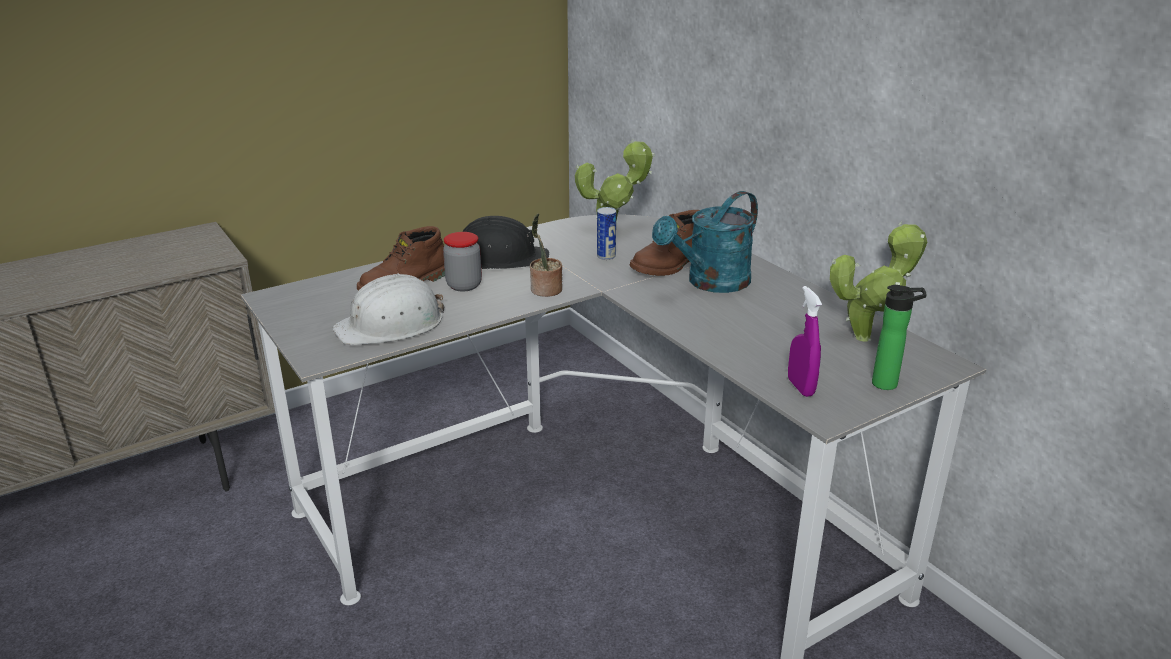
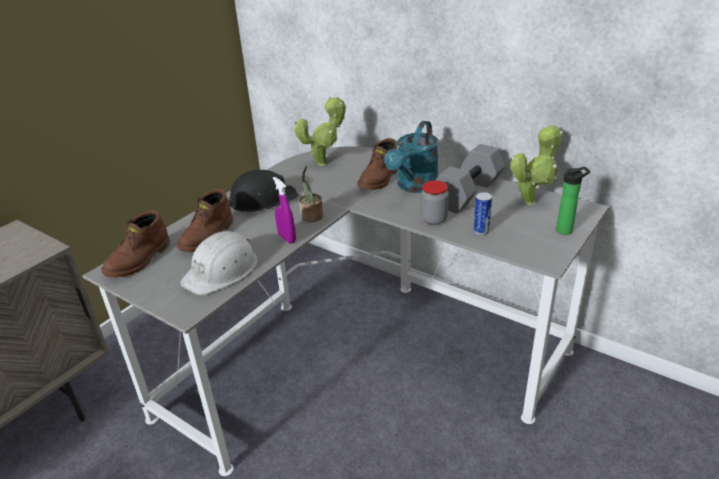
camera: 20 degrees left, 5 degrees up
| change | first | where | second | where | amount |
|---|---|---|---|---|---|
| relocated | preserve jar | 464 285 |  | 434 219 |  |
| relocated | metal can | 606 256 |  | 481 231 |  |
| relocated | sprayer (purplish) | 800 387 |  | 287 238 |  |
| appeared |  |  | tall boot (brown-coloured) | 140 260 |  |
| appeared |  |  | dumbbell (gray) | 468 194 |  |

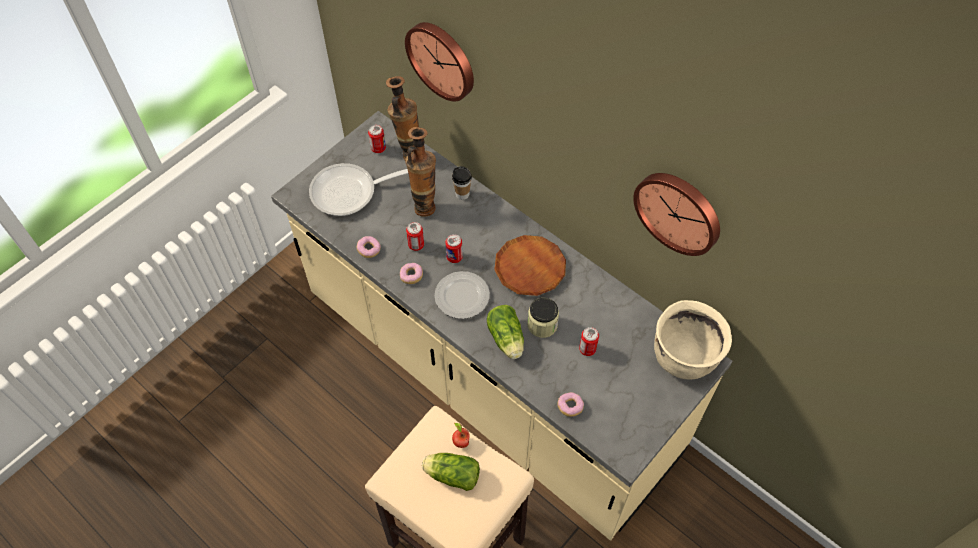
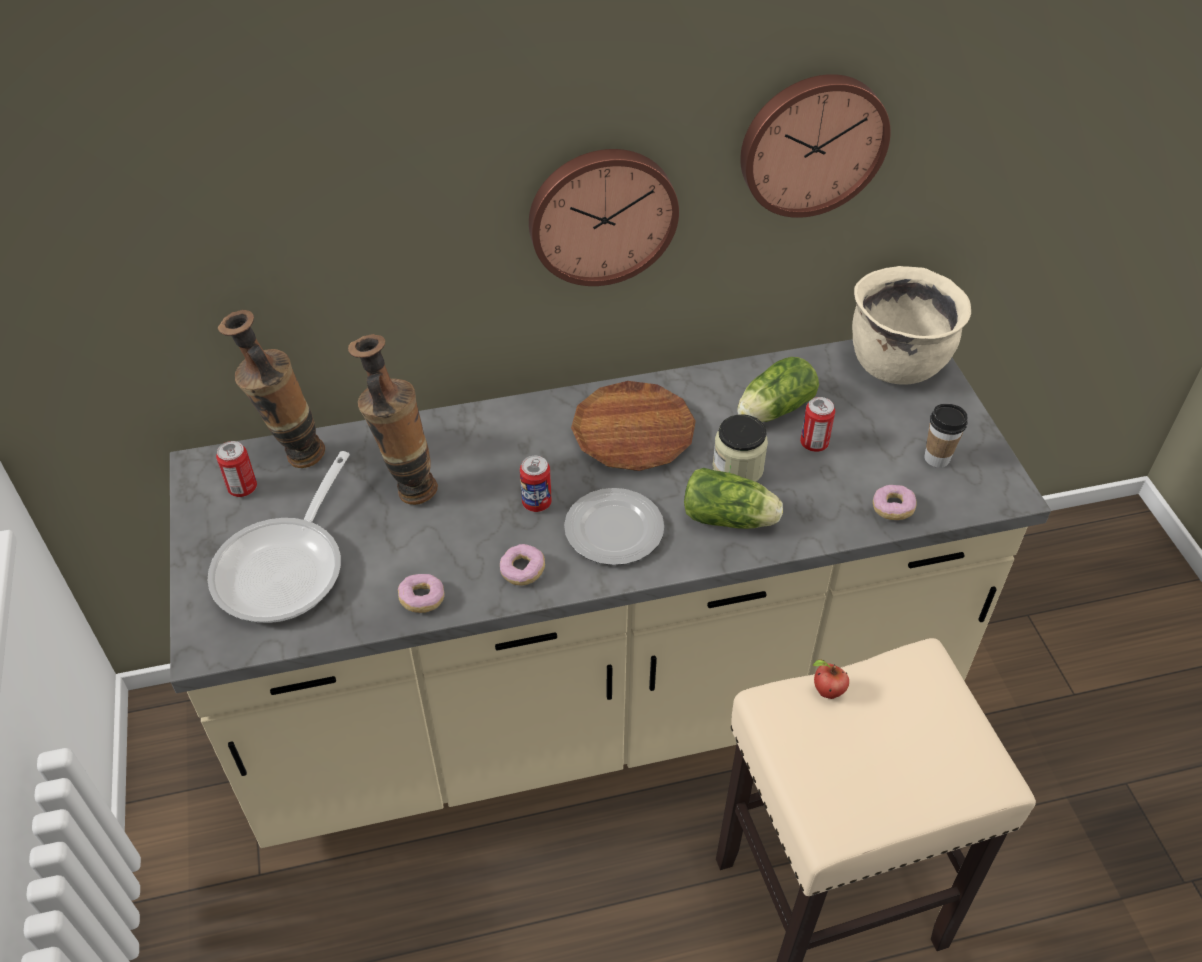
camera: 55 degrees left, 10 degrees down
| change | first | where | second | where | amount |
|---|---|---|---|---|---|
| relocated | clock on the wall | 442 59 |  | 601 214 |  |
| missing | metal can | 416 245 |  |  |  |
| relocated | lettuce | 450 474 |  | 772 410 |  |
| relocated | small cup | 462 194 |  | 937 458 |  |

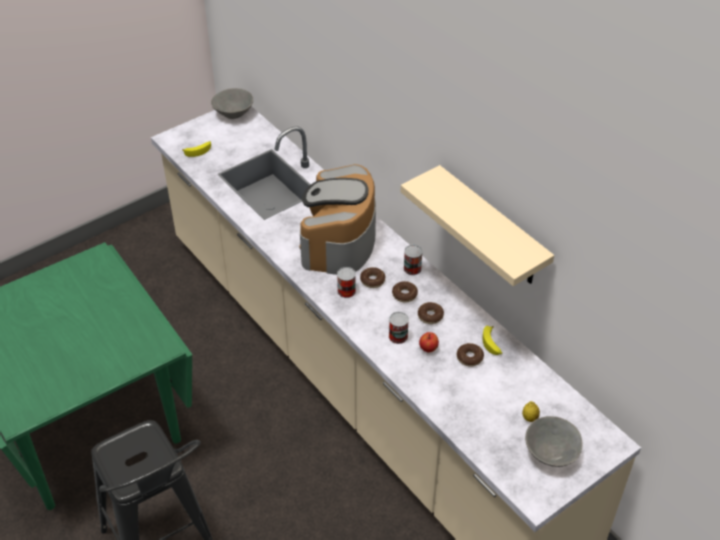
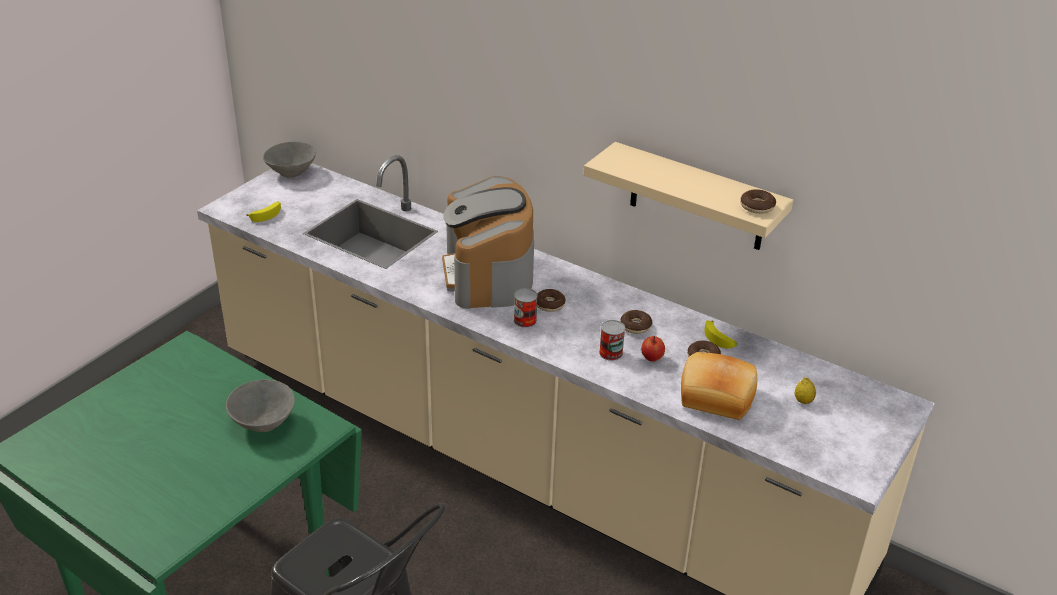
camera: 20 degrees left, 10 degrees down
| change | first | where | second | where | amount |
|---|---|---|---|---|---|
| relocated | doughnut | 404 295 |  | 757 207 |  |
| missing | metal can | 412 268 |  |  |  |
| relocated | bowl (gray) | 550 454 |  | 263 424 |  |
| appeared |  |  | bread | 716 398 |  |

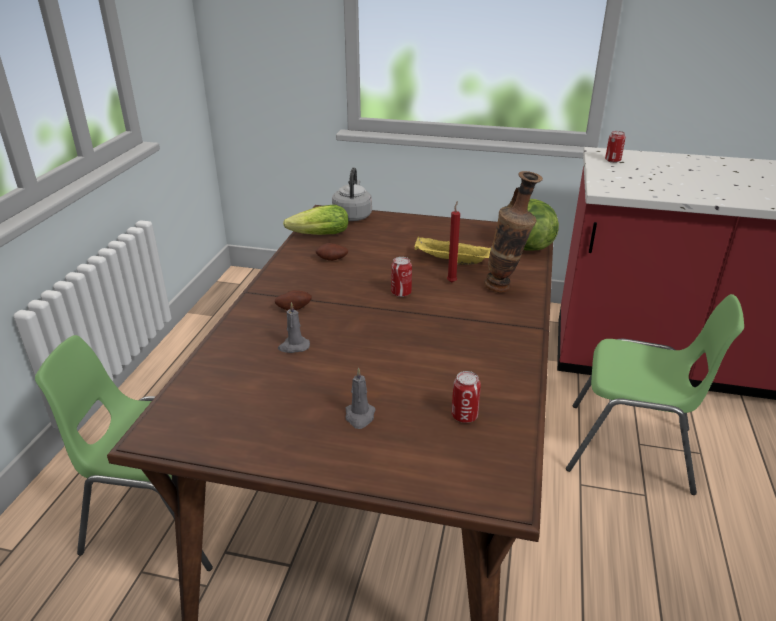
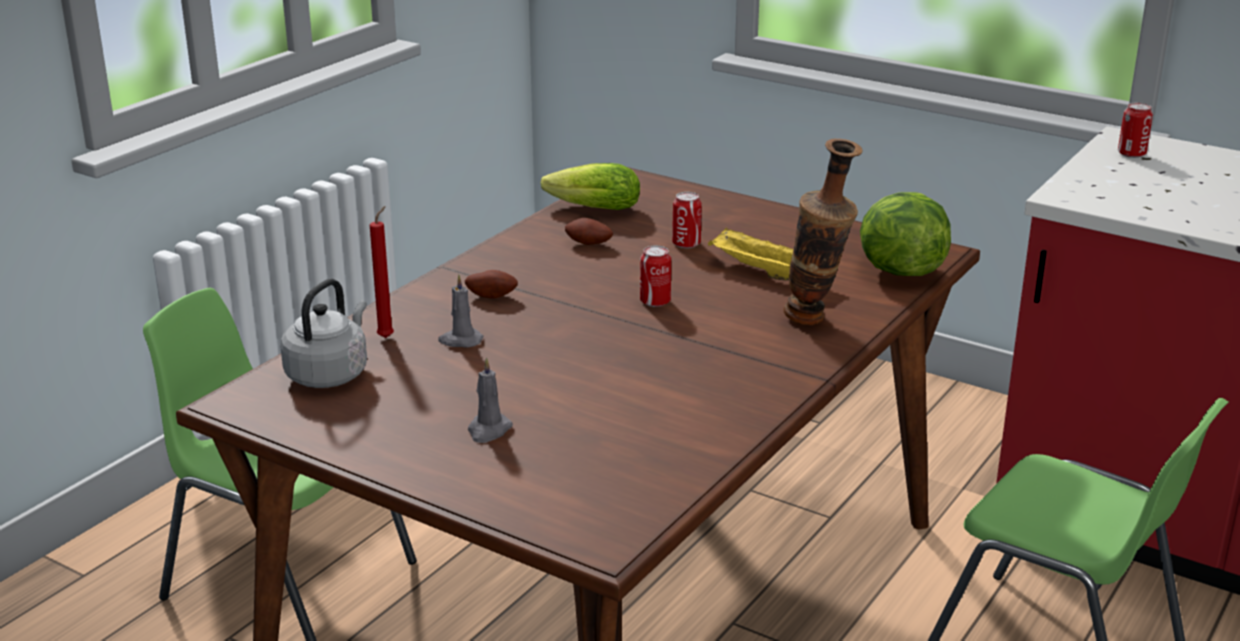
camera: 20 degrees right, 5 degrees down
| change | first | where | second | where | amount |
|---|---|---|---|---|---|
| relocated | tea kettle (gray) | 352 215 |  | 329 374 |  |
| relocated | candle (red-coloured) | 452 281 |  | 387 337 |  |
| relocated | metal can | 464 416 |  | 686 244 |  |

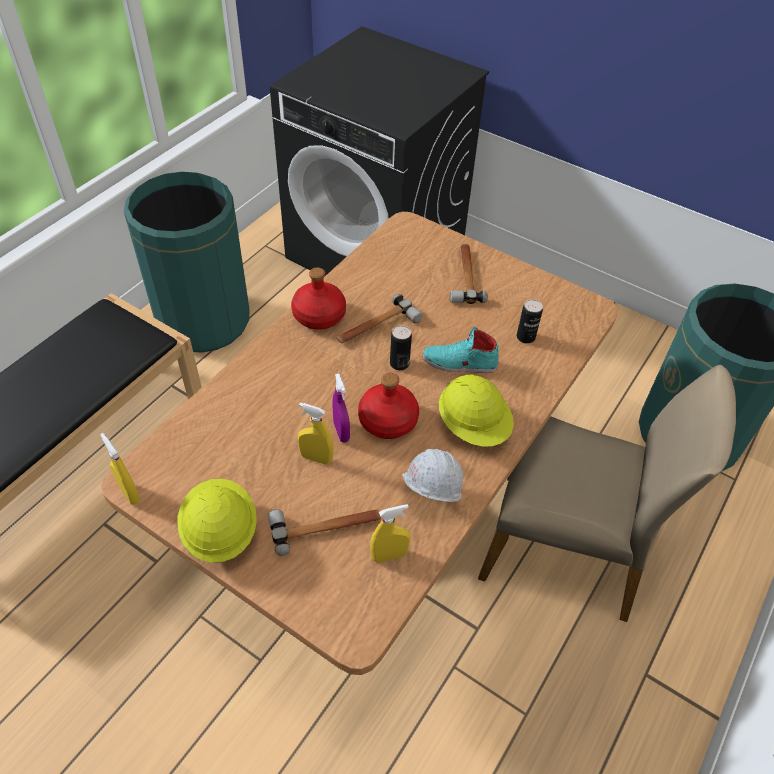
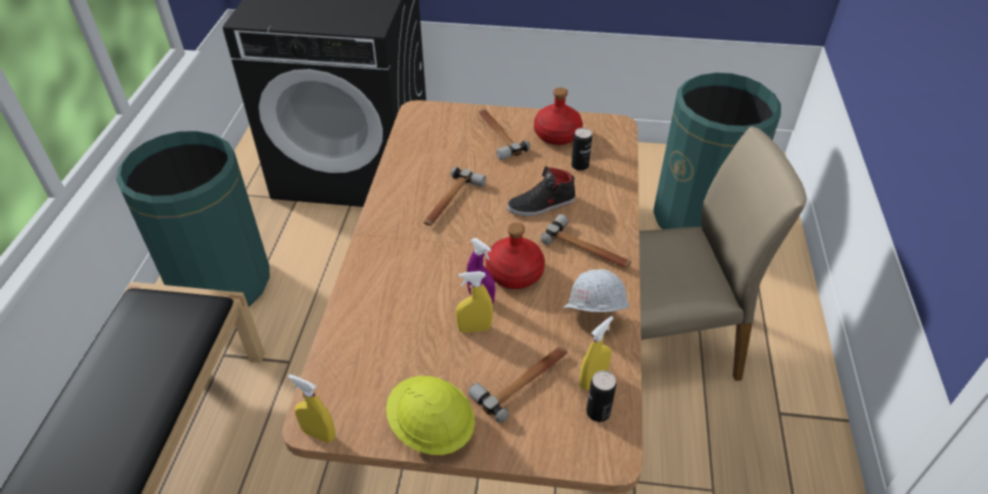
camera: 25 degrees left, 5 degrees down
| change | first | where | second | where | amount |
|---|---|---|---|---|---|
| relocated | beverage bottle (red-coloured) | 318 316 |  | 557 135 |  |
| relocated | metal can | 399 363 |  | 598 412 |  |
| colour | low shoe (turquoise) | 459 363 | low shoe (blackish) | 541 205 |  |
| exchanged | work helmet (yellow) | 473 426 | tool hammer | 587 249 |  |

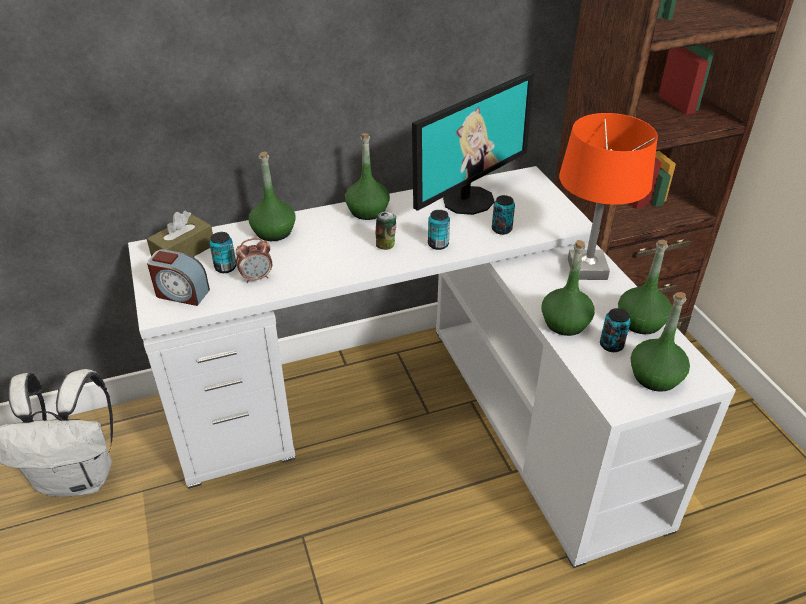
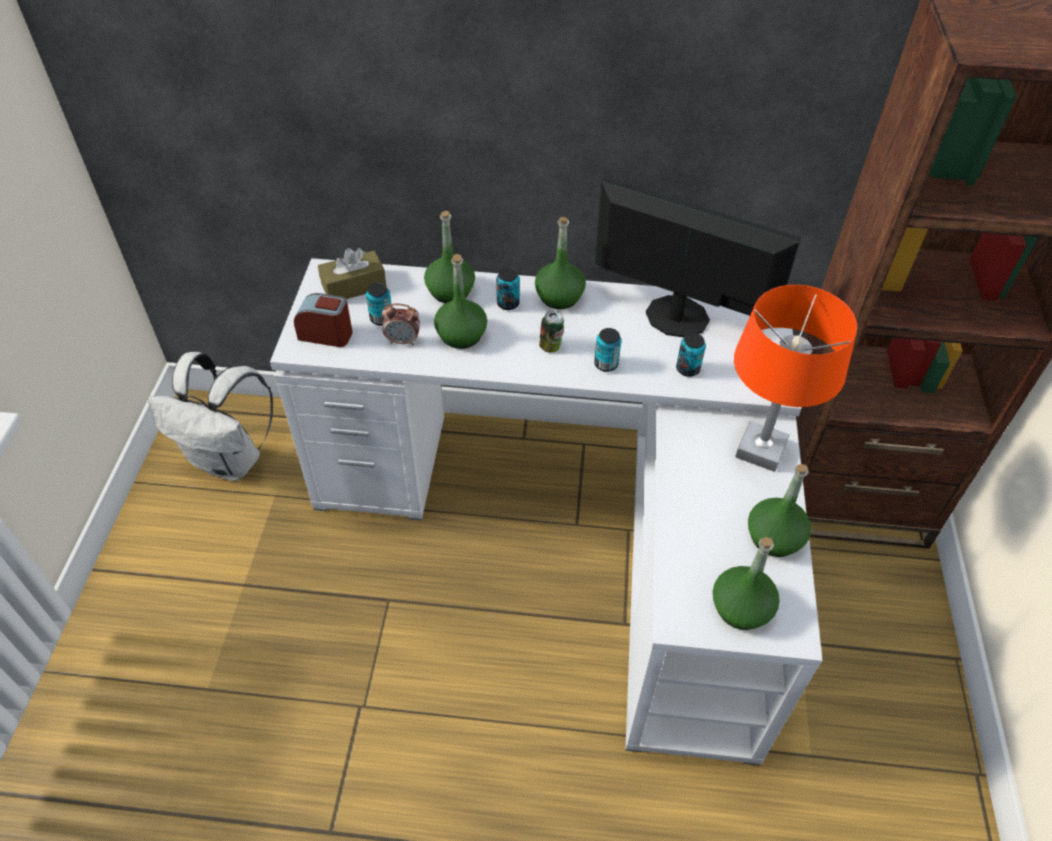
camera: 25 degrees right, 10 degrees up
| change | first | where | second | where | amount |
|---|---|---|---|---|---|
| spun | bedside clock | 181 293 |  | 326 334 | 150 degrees clockwise |
| spun | computer display | 467 200 |  | 676 317 | 135 degrees counterclockwise |
| relocated | beverage bottle (green) | 565 323 |  | 461 335 |  |
| relocated | metal can | 611 345 |  | 508 303 |  |

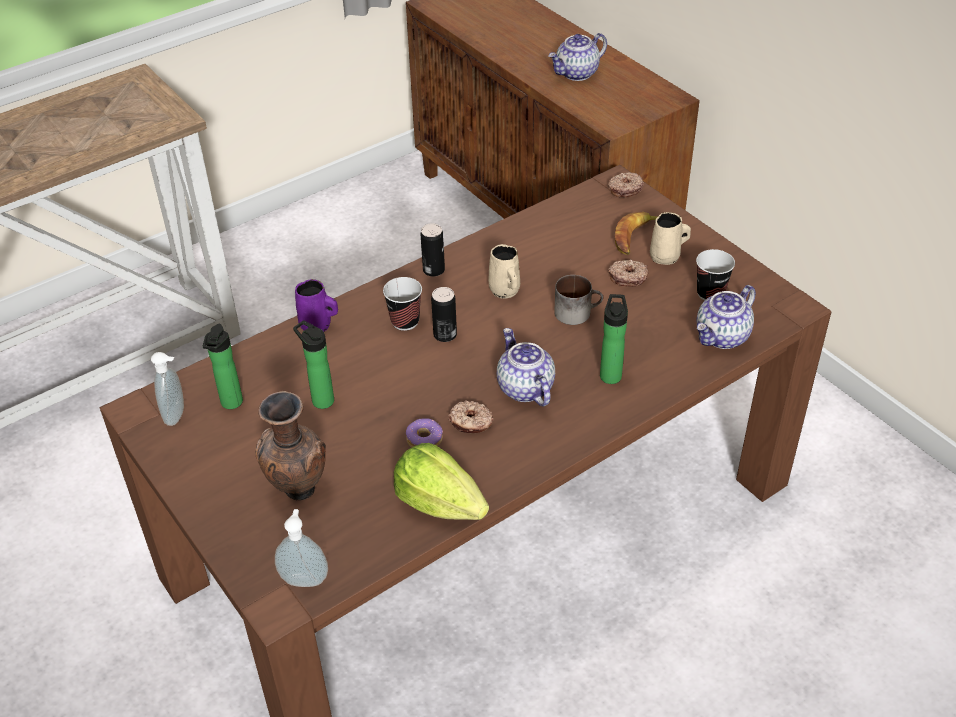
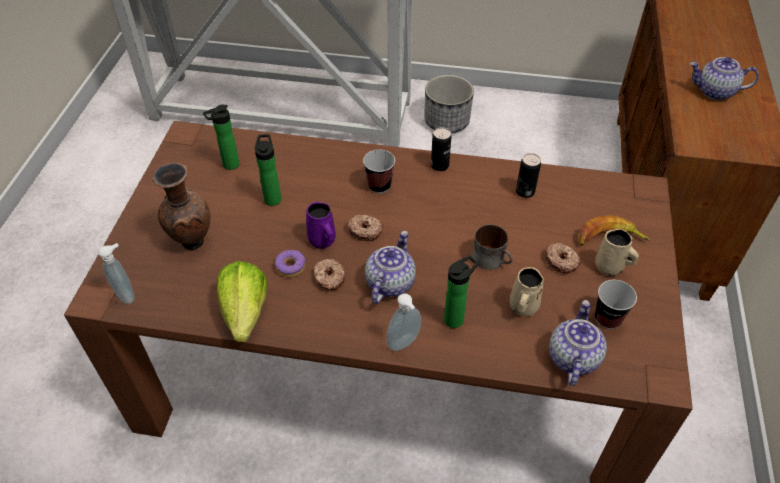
camera: 45 degrees right, 5 degrees up
| change | first | where | second | where | amount |
|---|---|---|---|---|---|
| relocated | soap dispenser | 177 415 |  | 404 344 |  |
| relocated | mug (purplish) | 317 326 |  | 322 241 |  |
| relocated | metal can | 445 335 |  | 525 191 |  |
| relocated | mug (beige) | 505 291 |  | 523 307 |  |
| relocated | doughnut | 625 189 |  | 365 231 |  |
| spun | tea pot | 722 337 |  | 572 357 | 105 degrees clockwise |
| appeared |  |  | planter | 447 121 |  |

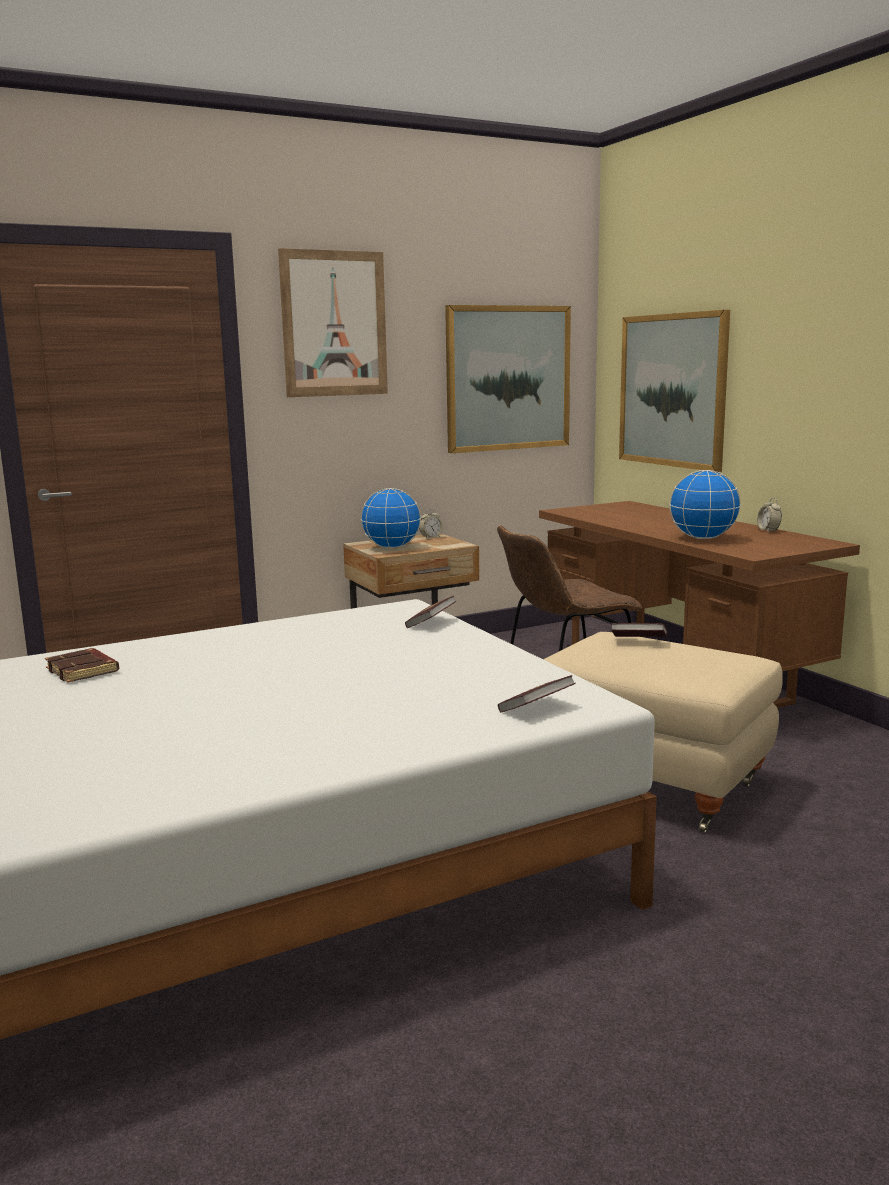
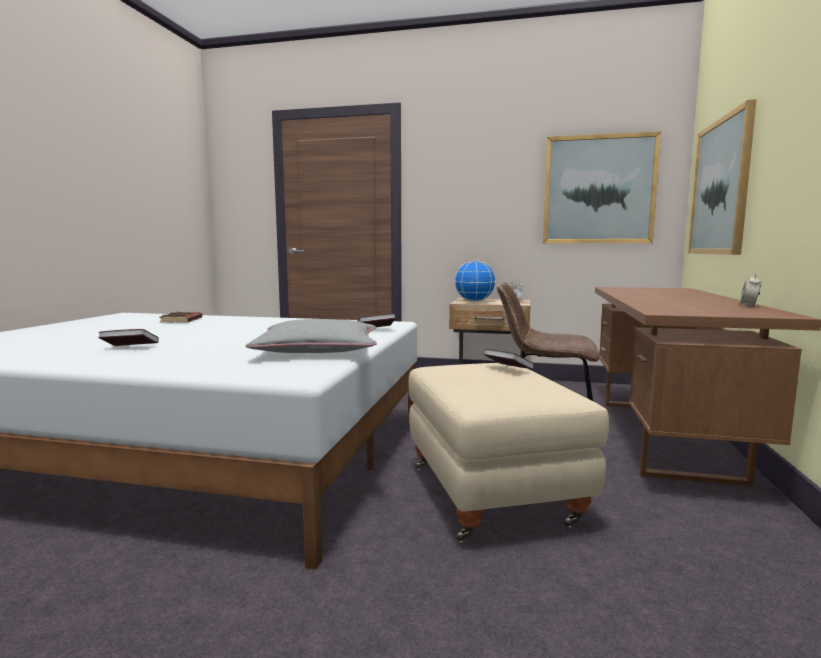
camera: 40 degrees right, 5 degrees down
| change | first | where | second | where | amount |
|---|---|---|---|---|---|
| missing | picture | 334 324 |  |  |  |
| relocated | volume | 536 708 |  | 130 348 |  |
| missing | desk globe | 703 538 |  |  |  |
| appeared |  |  | throw pillow (gray) | 318 349 |  |

